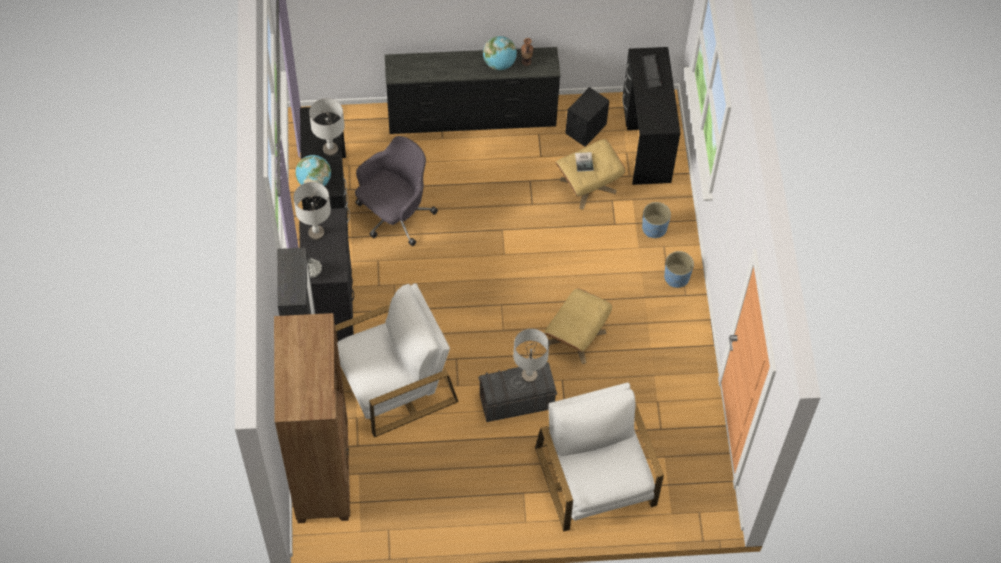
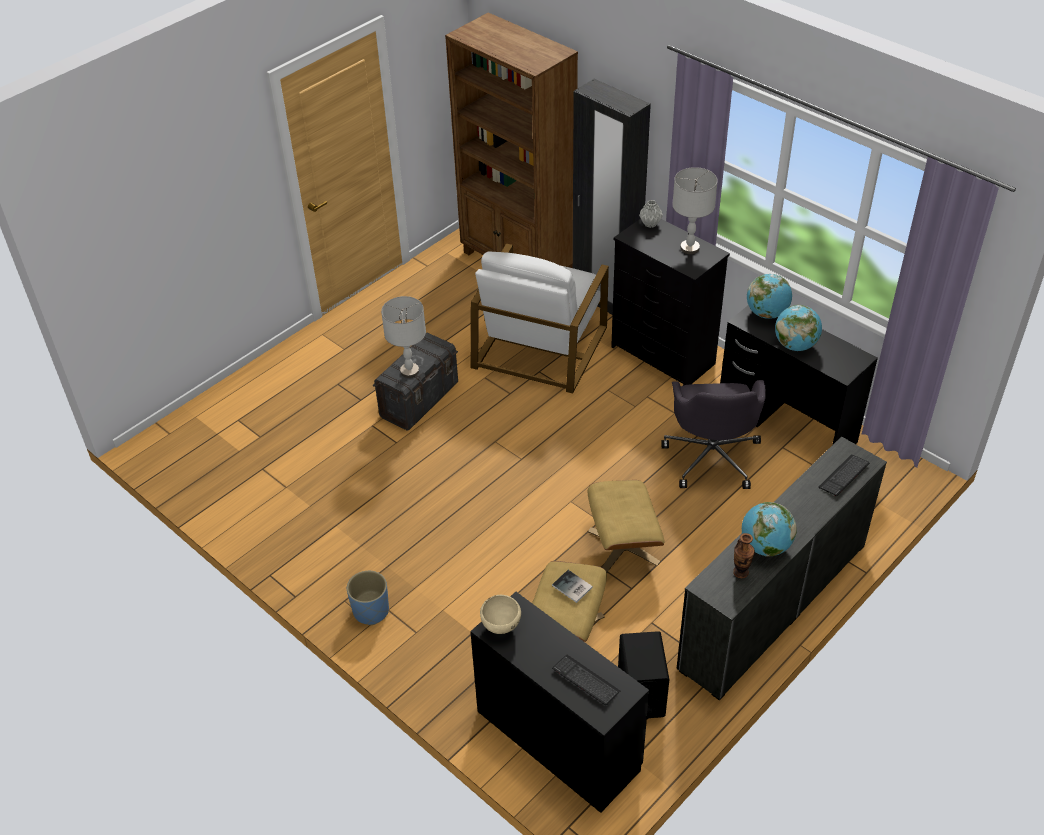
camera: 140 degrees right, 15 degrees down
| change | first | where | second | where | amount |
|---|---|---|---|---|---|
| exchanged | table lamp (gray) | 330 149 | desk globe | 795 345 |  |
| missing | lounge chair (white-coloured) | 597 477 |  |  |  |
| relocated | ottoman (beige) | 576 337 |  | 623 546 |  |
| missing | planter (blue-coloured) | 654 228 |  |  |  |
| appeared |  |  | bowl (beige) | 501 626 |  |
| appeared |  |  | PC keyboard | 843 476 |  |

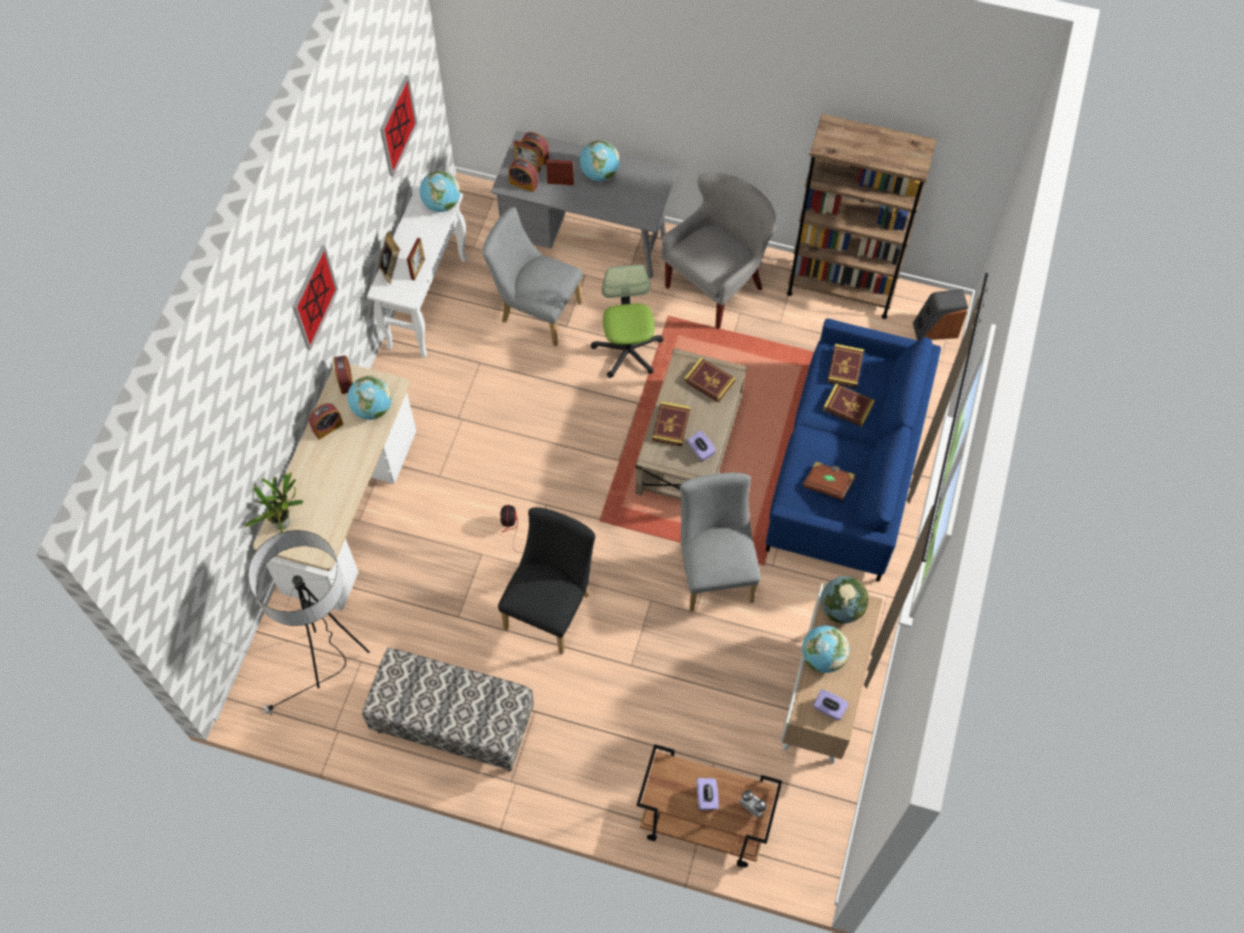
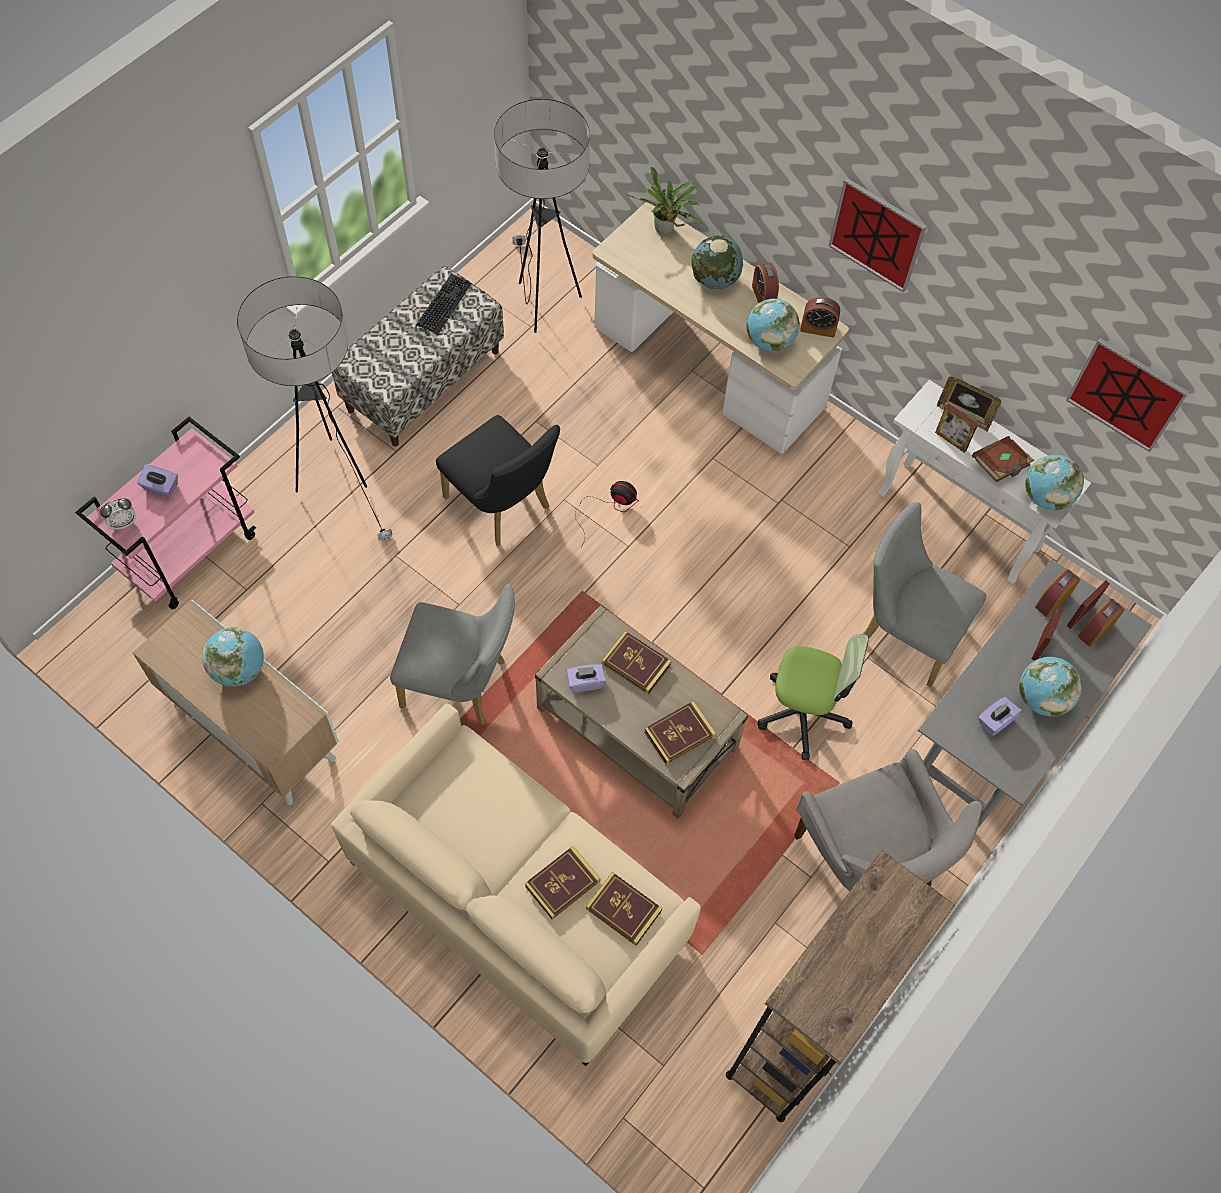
camera: 110 degrees right, 0 degrees up
| change | first | where | second | where | amount |
|---|---|---|---|---|---|
| spun | chair (gray) | 535 311 |  | 904 632 | 105 degrees counterclockwise |
| colour | cart (brown-coloured) | 702 825 | cart (pinkish) | 191 552 |  |
| colour | couch (blue-coloured) | 845 469 | couch (beige) | 518 899 |  |
| relocated | volume (brown-coloured) | 828 484 |  | 1000 466 |  |
| relocated | tissue box (purplish) | 829 709 |  | 995 721 |  |
| relocated | desk globe | 841 608 |  | 714 280 |  |
| missing | audio speaker | 935 329 |  |  |  |
| appeared |  |  | floor lamp | 335 478 |  |
| appeared |  |  | PC keyboard | 443 305 |  |

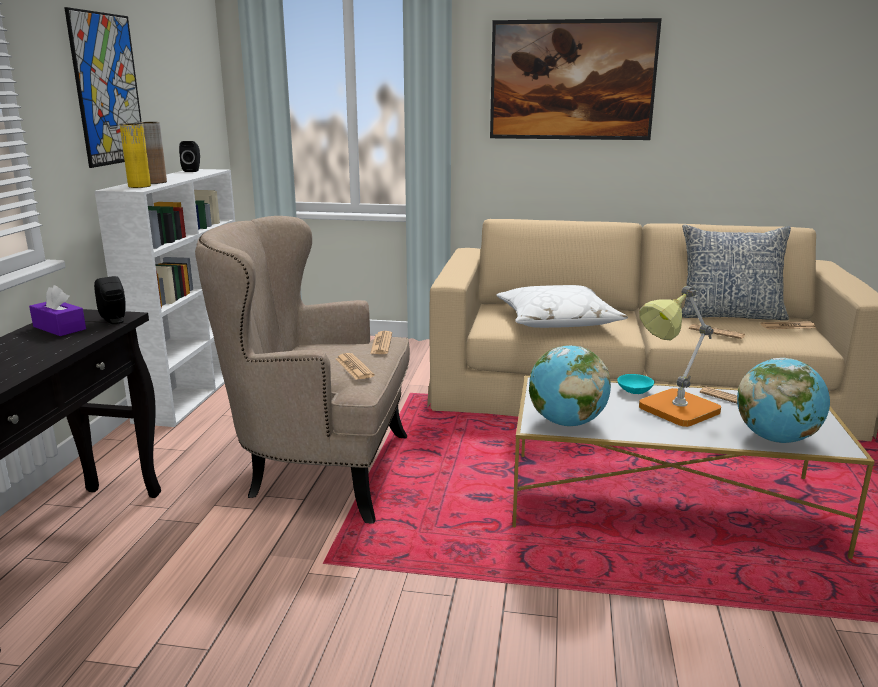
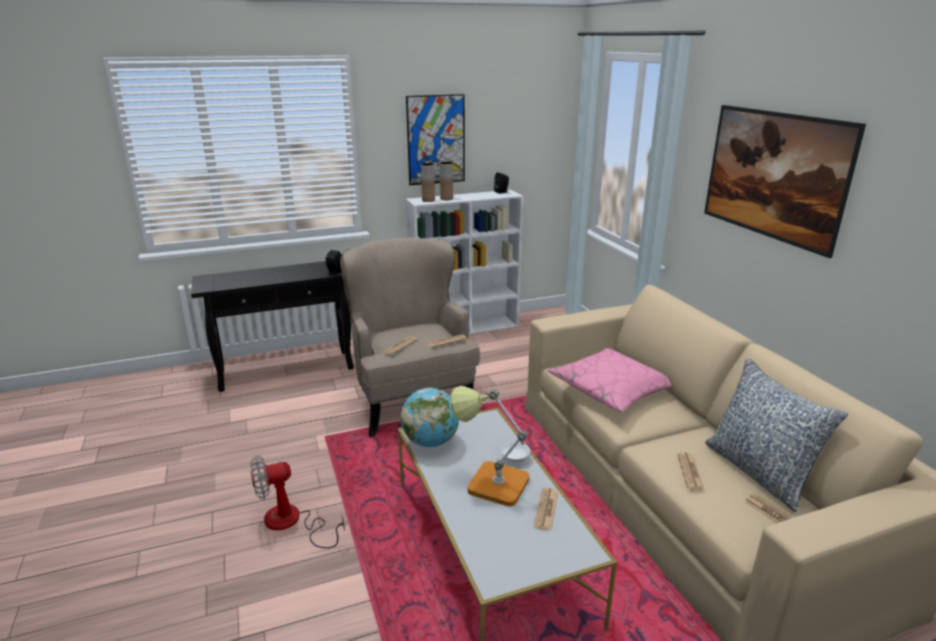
camera: 60 degrees right, 5 degrees up
| change | first | where | second | where | amount |
|---|---|---|---|---|---|
| missing | tissue box (purplish) | 59 328 |  |  |  |
| colour | vase (yellow) | 139 186 | vase (brown-coloured) | 428 200 |  |
| colour | throw pillow (white-coloured) | 557 320 | throw pillow (pinkish) | 611 389 |  |
| colour | bowl (turquoise) | 635 390 | bowl (white-coloured) | 516 458 |  |
| missing | desk globe | 776 439 |  |  |  |
| appeared |  |  | fan | 292 523 |  |

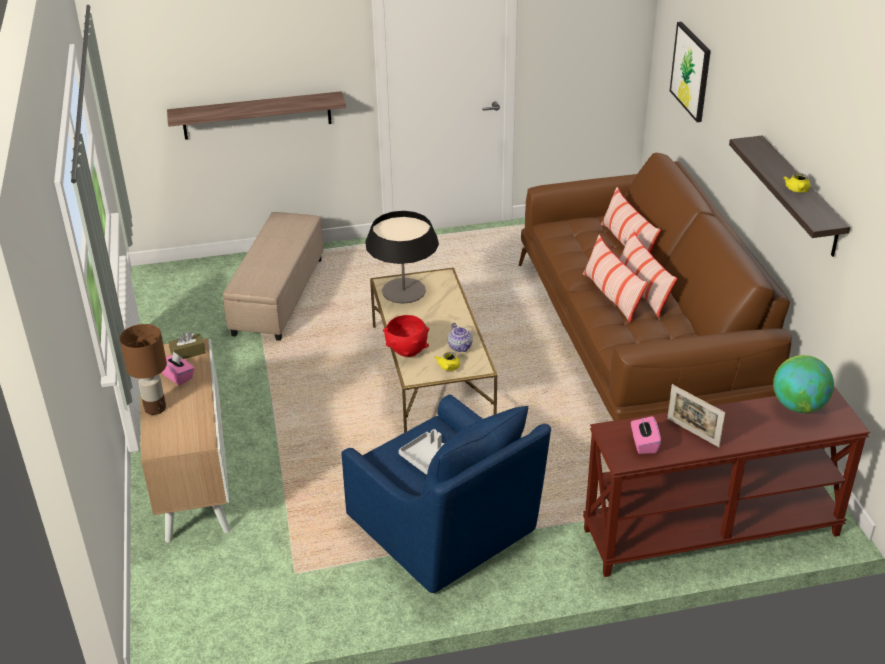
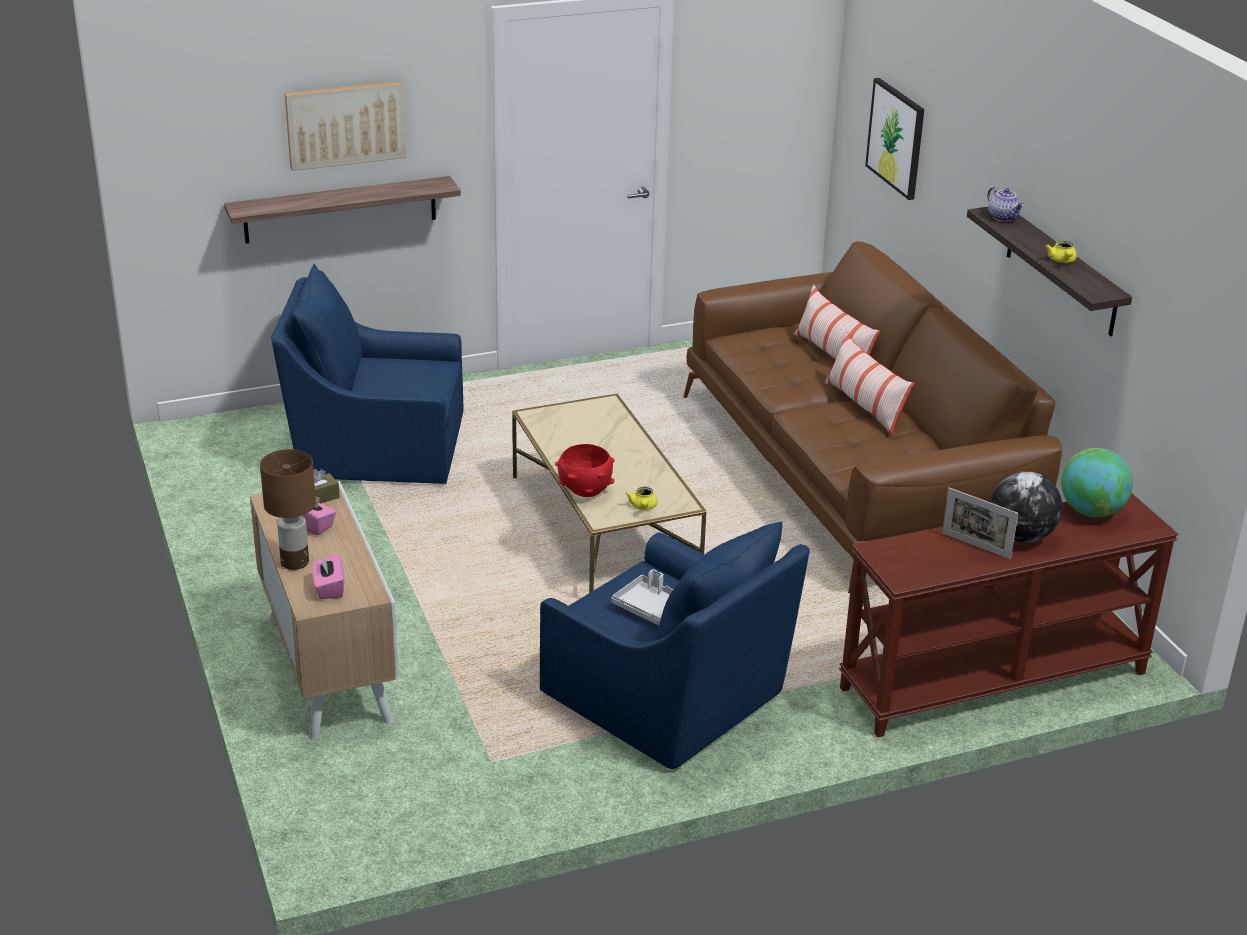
camera: 10 degrees left, 5 degrees down
| change | first | where | second | where | amount |
|---|---|---|---|---|---|
| exchanged | ottoman (beige) | 277 296 | lounge chair (blue-coloured) | 375 447 |  |
| missing | table lamp | 403 290 |  |  |  |
| relocated | tea pot | 460 347 |  | 1004 217 |  |
| missing | throw pillow | 611 296 |  |  |  |
| relocated | tissue box (pinkish) | 644 444 |  | 329 588 |  |
| appeared |  |  | picture | 345 124 |  |
| appeared |  |  | desk globe | 1021 536 |  |

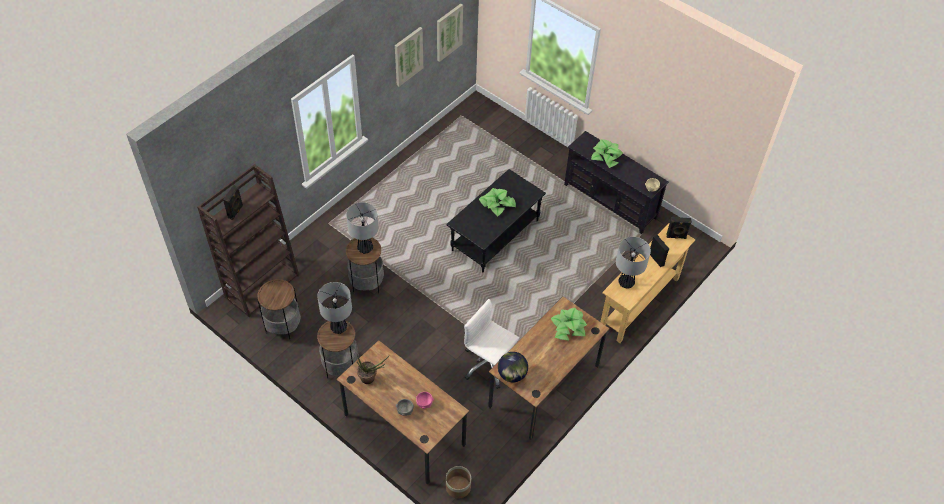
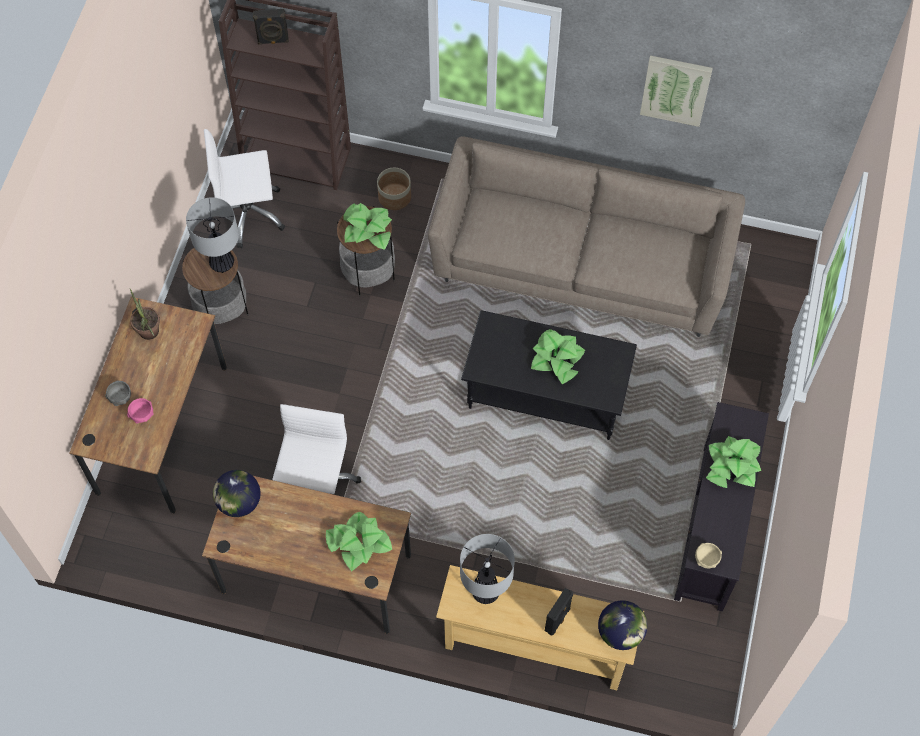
camera: 65 degrees right, 10 degrees up
| change | first | where | second | where | amount |
|---|---|---|---|---|---|
| exchanged | end table | 283 326 | office chair (white-coloured) | 248 214 |  |
| exchanged | table lamp | 365 248 | potted plant | 367 229 |  |
| missing | picture | 448 32 |  |  |  |
| relocated | planter | 458 487 |  | 394 197 |  |
| exchanged | audio speaker (blackish) | 676 237 | desk globe | 620 632 |  |
| appeared |  |  | couch (beige) | 581 264 |  |

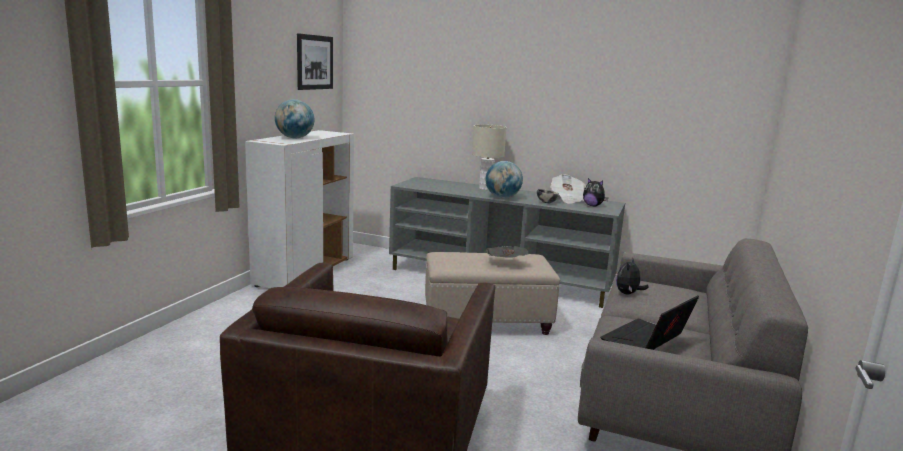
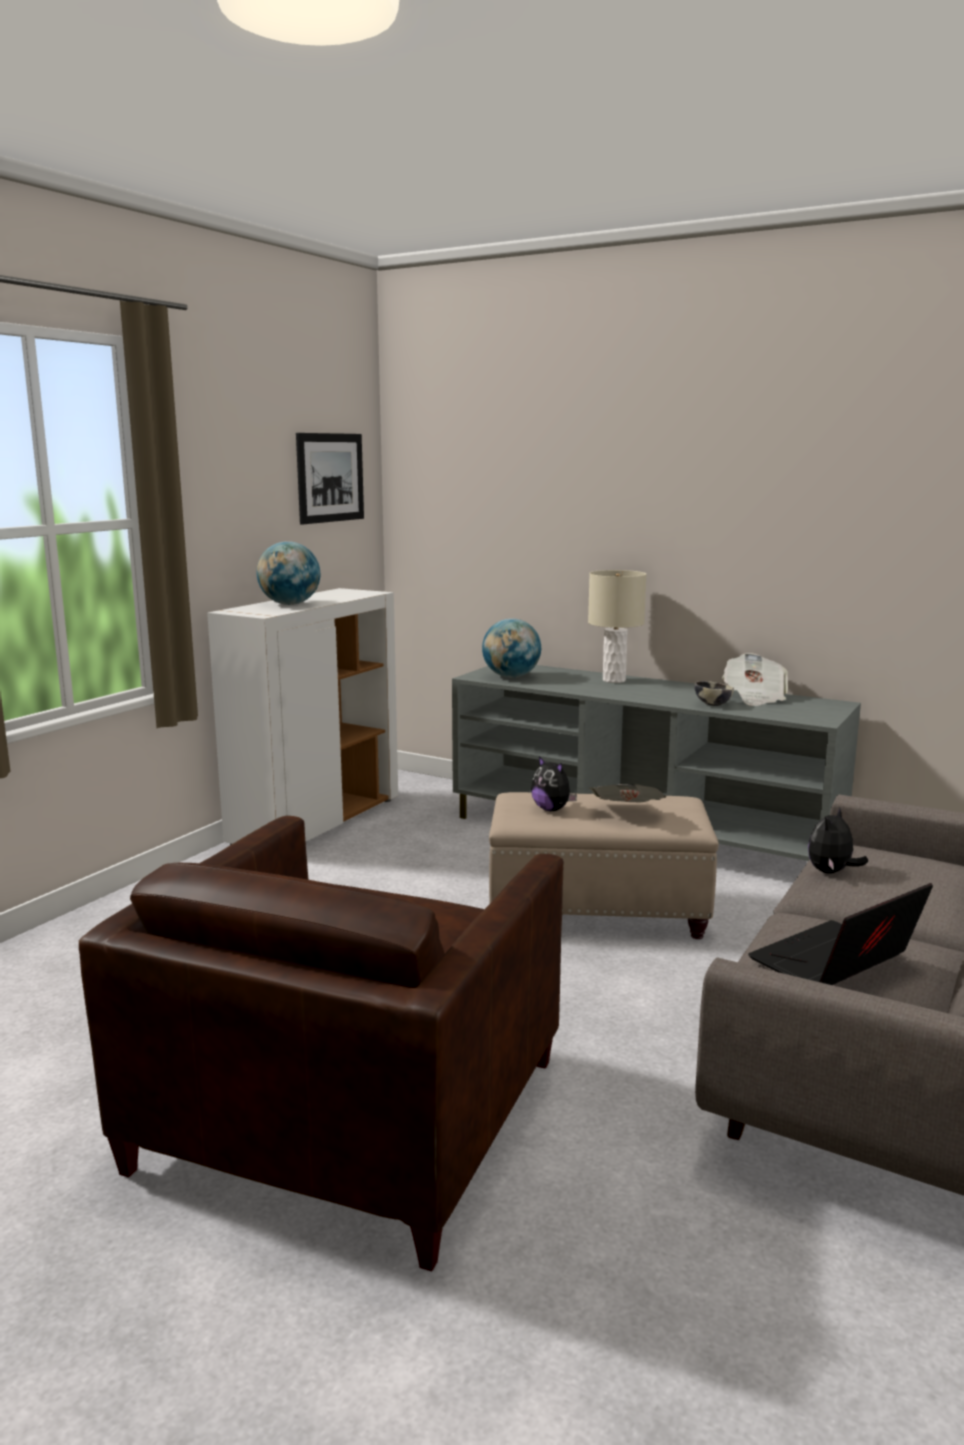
camera: 10 degrees right, 0 degrees up
| change | first | where | second | where | amount |
|---|---|---|---|---|---|
| relocated | desk globe | 502 197 |  | 511 677 |  |
| relocated | soft toy | 593 206 |  | 552 809 |  |

